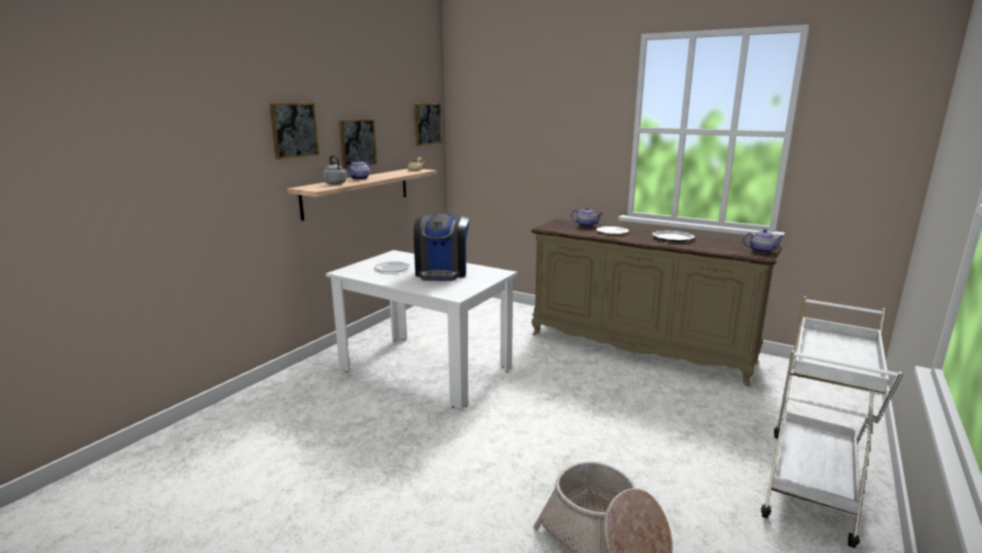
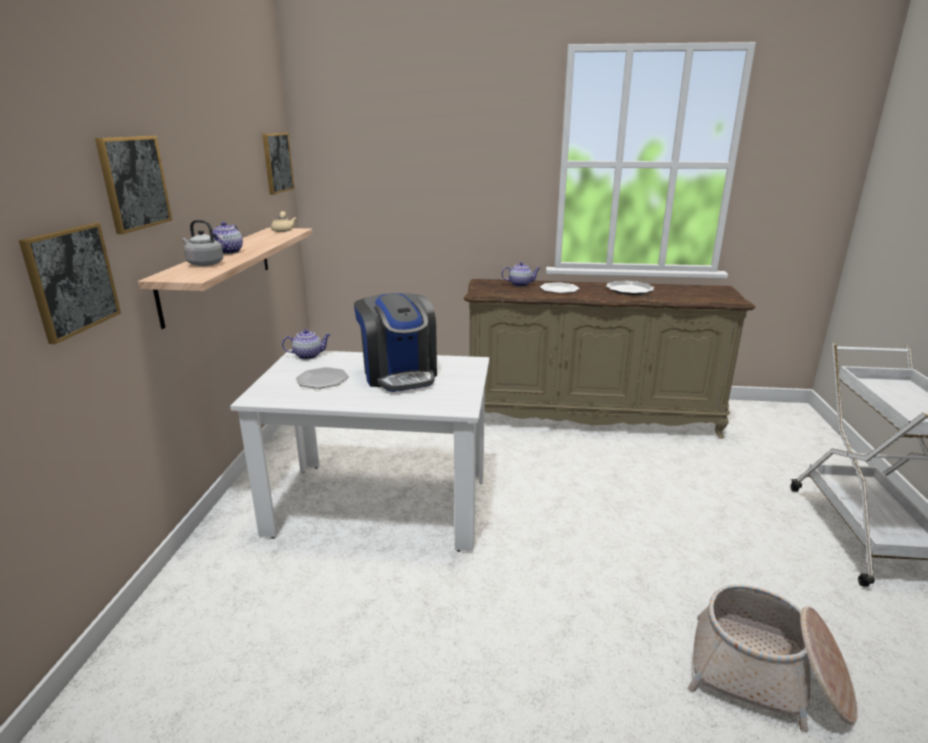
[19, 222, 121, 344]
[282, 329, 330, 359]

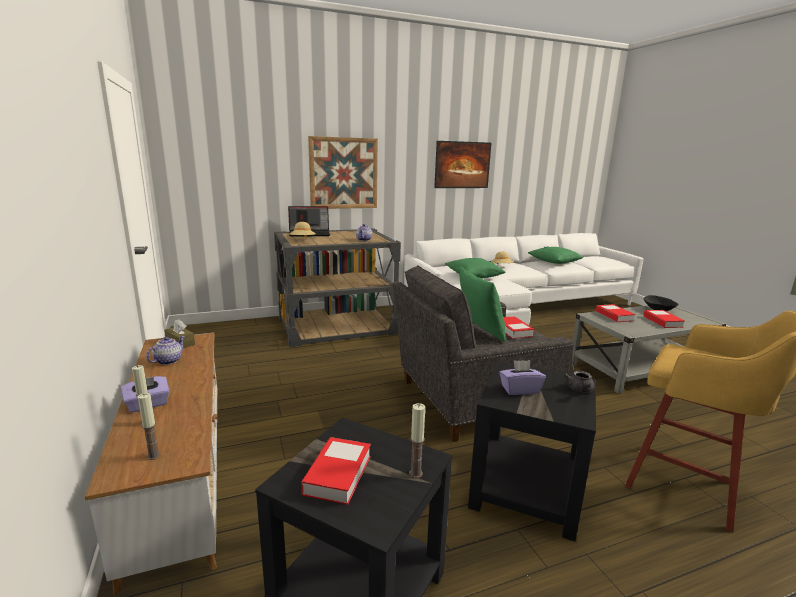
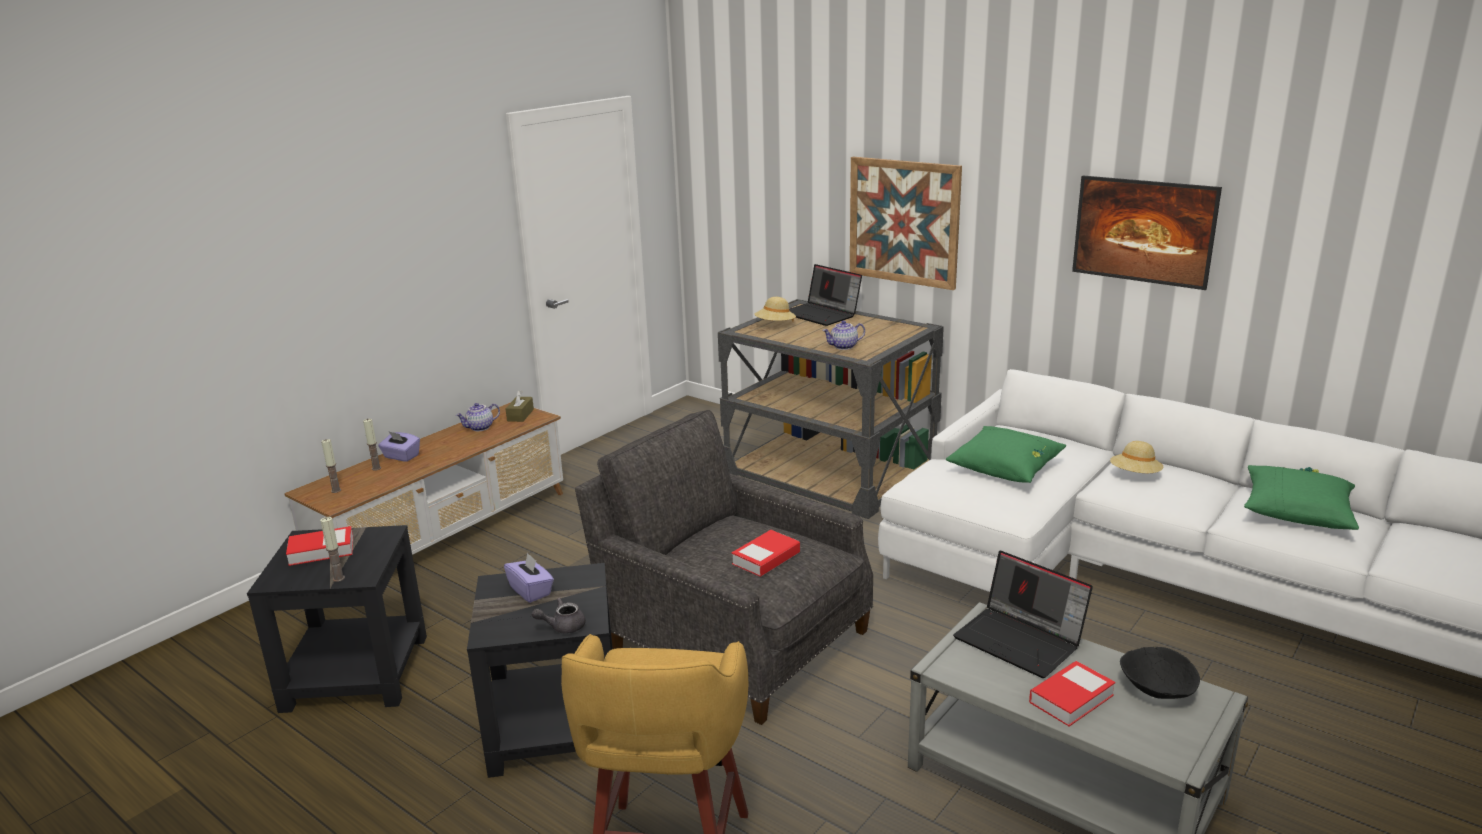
[460, 267, 506, 342] (first image)
[953, 551, 1093, 678]
[456, 403, 500, 431]

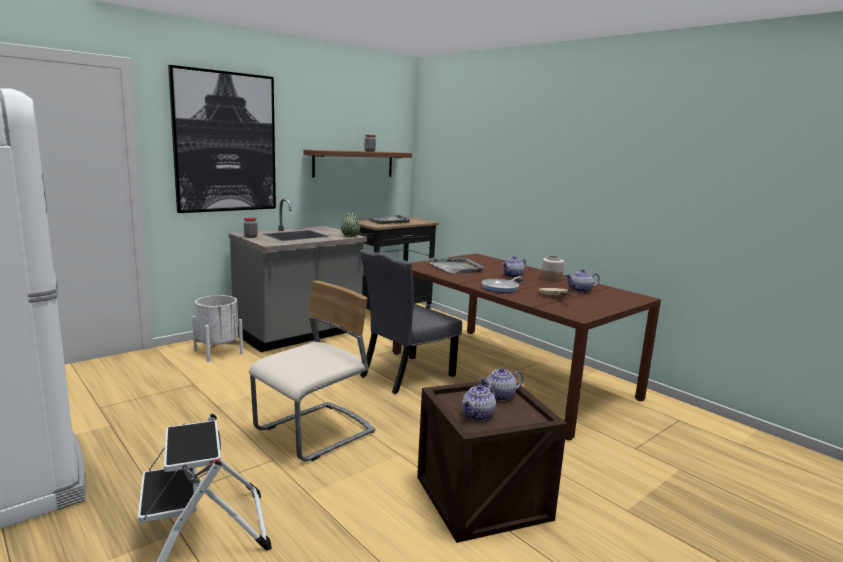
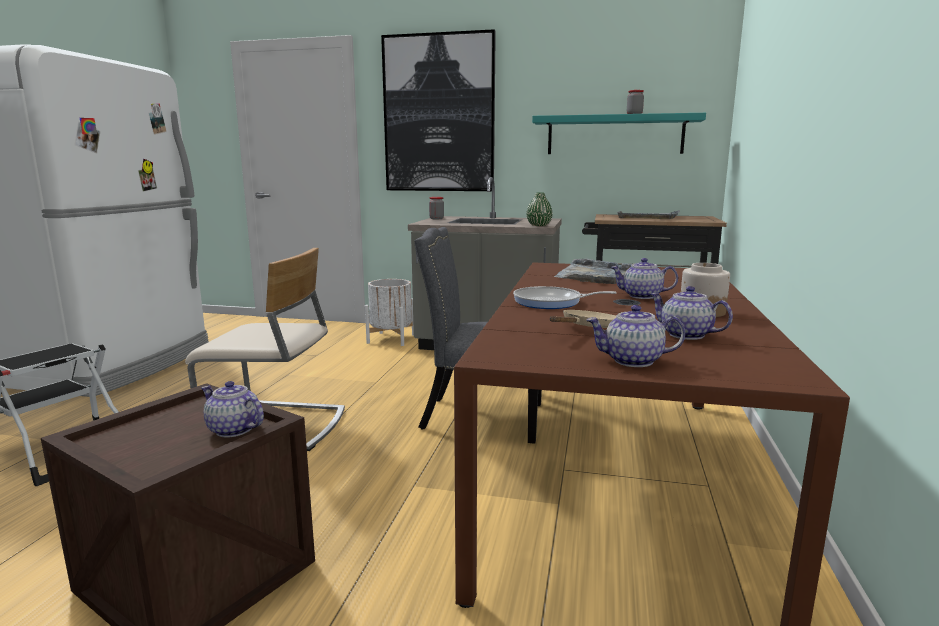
[586, 305, 685, 367]
[532, 113, 706, 154]

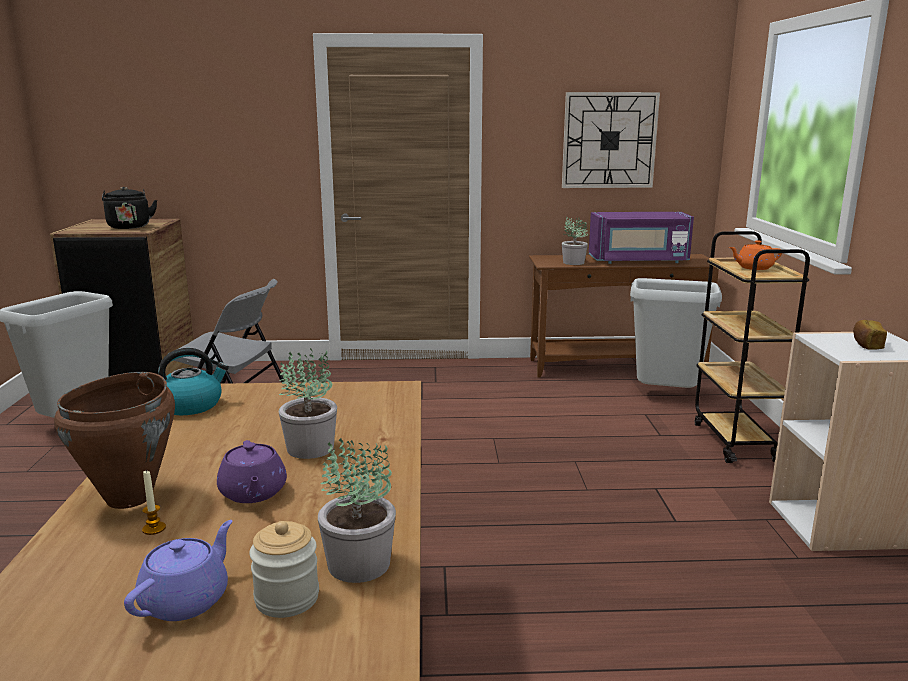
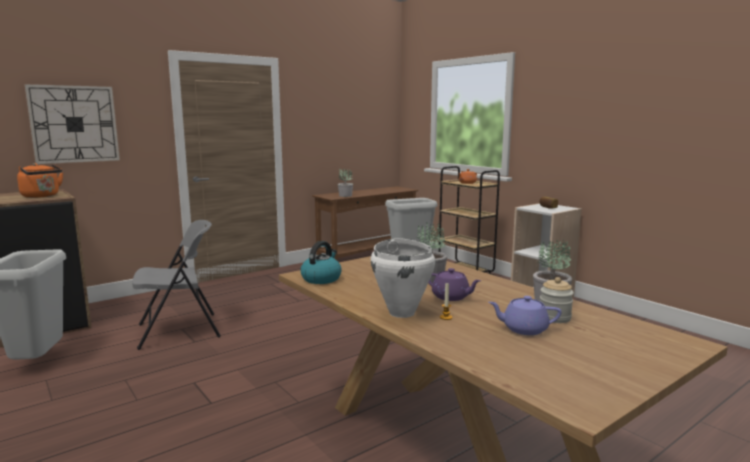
[589, 212, 694, 264] (first image)
[25, 84, 120, 164]
[371, 238, 435, 318]
[17, 163, 63, 198]
[489, 296, 561, 335]

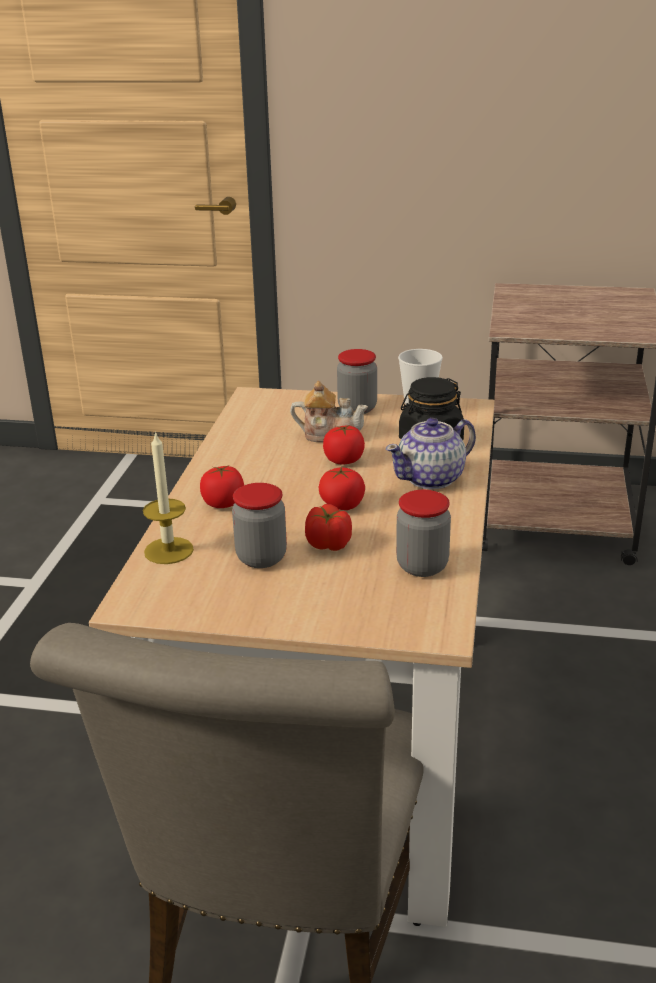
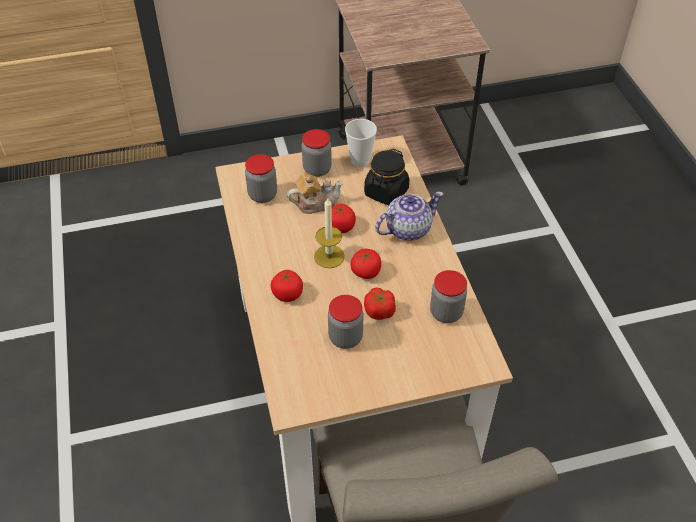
[245, 154, 277, 203]
[314, 198, 345, 268]
[375, 191, 444, 241]

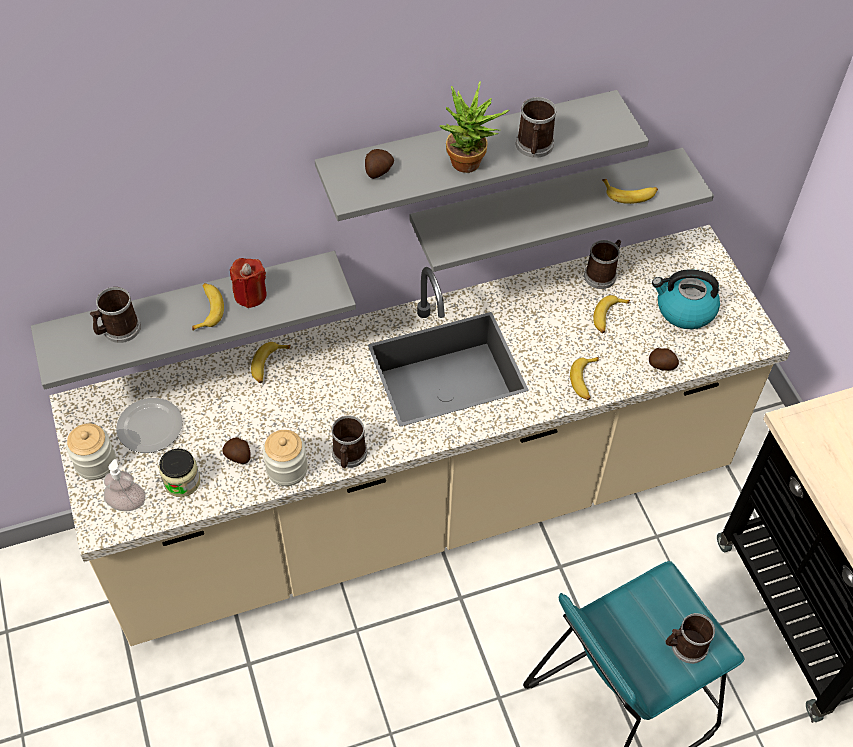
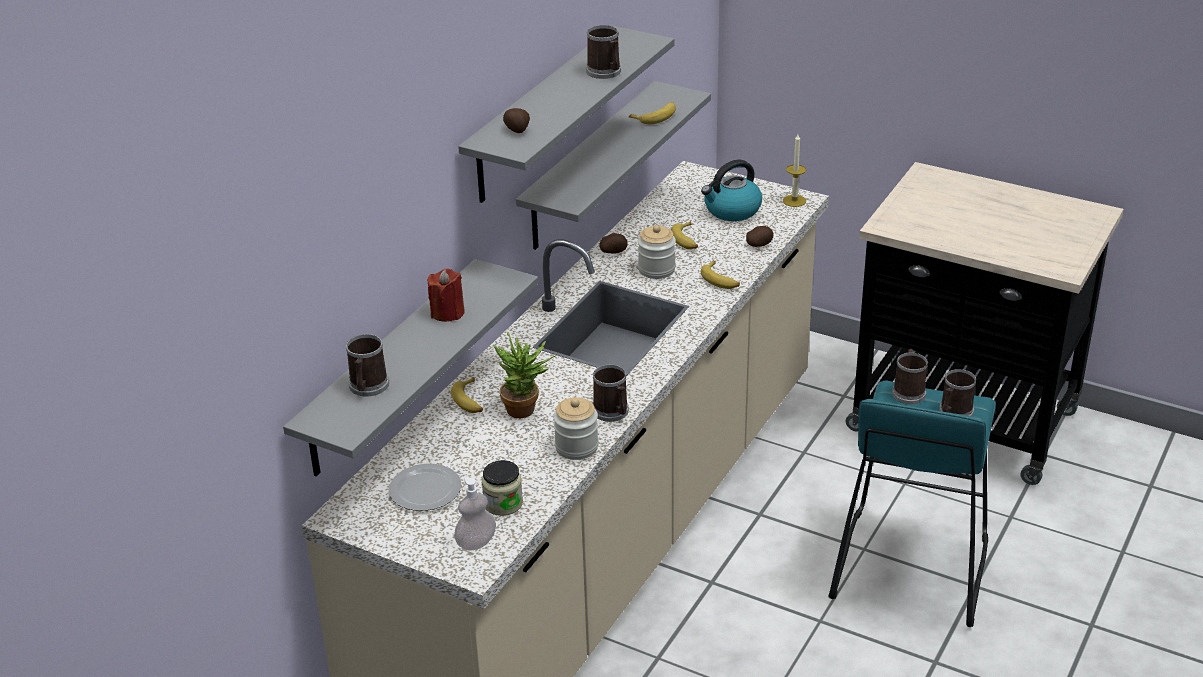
[192, 283, 224, 331] (first image)
[783, 134, 806, 207]
[638, 225, 676, 279]
[599, 233, 628, 254]
[493, 332, 557, 418]
[892, 349, 928, 404]

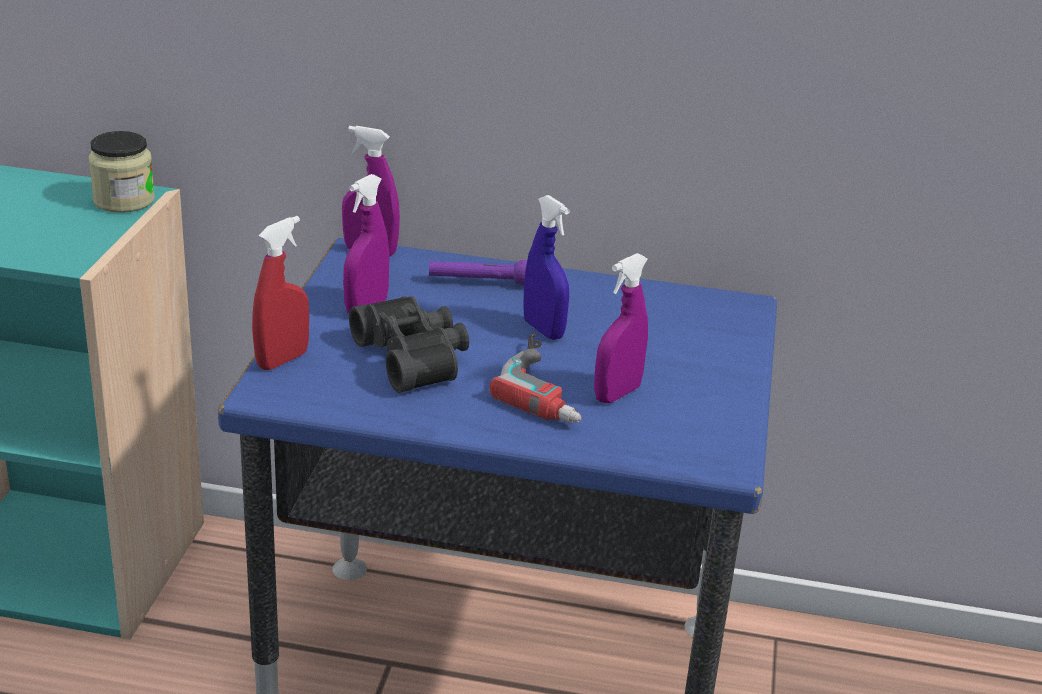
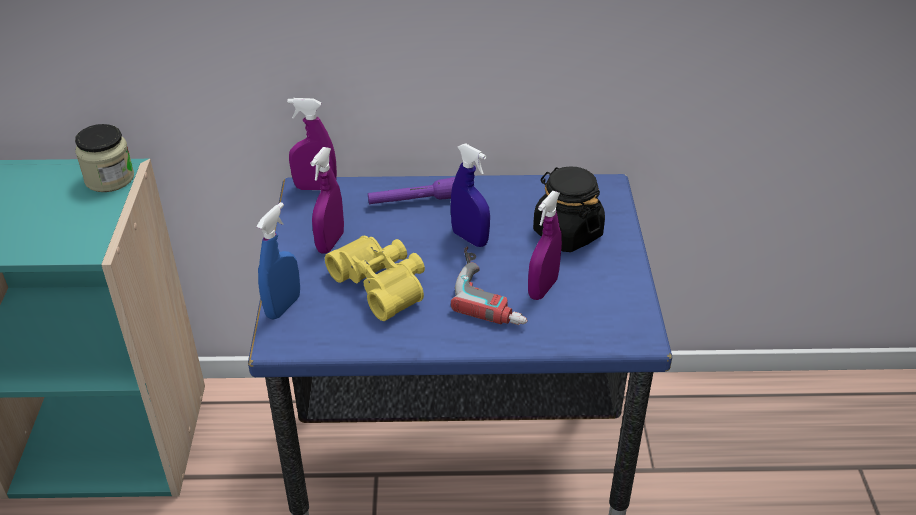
[533, 166, 605, 252]
[256, 202, 300, 320]
[325, 236, 425, 321]

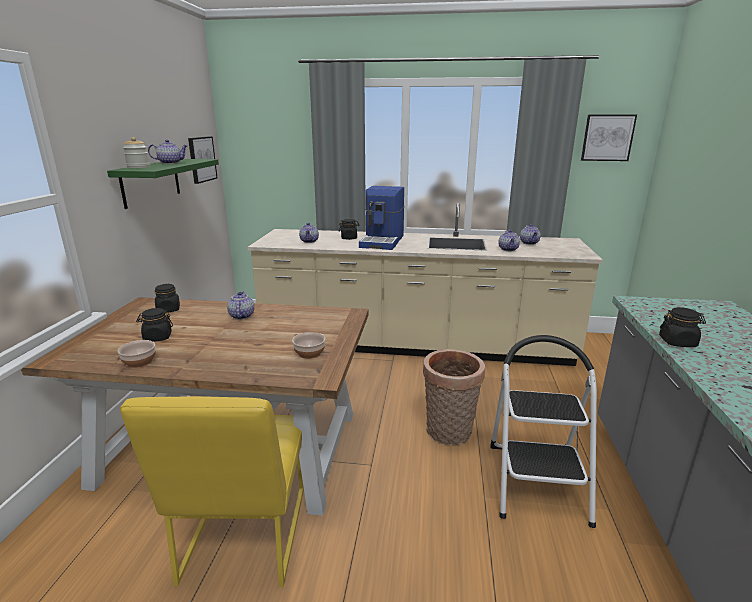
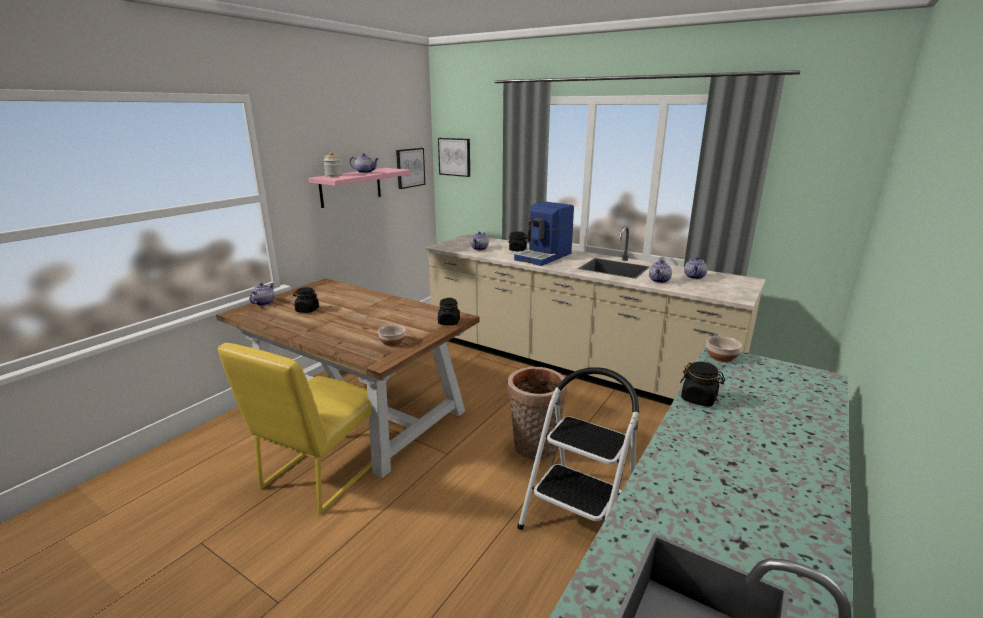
[706, 336, 742, 362]
[438, 298, 460, 325]
[249, 283, 275, 306]
[438, 138, 470, 177]
[308, 168, 411, 208]

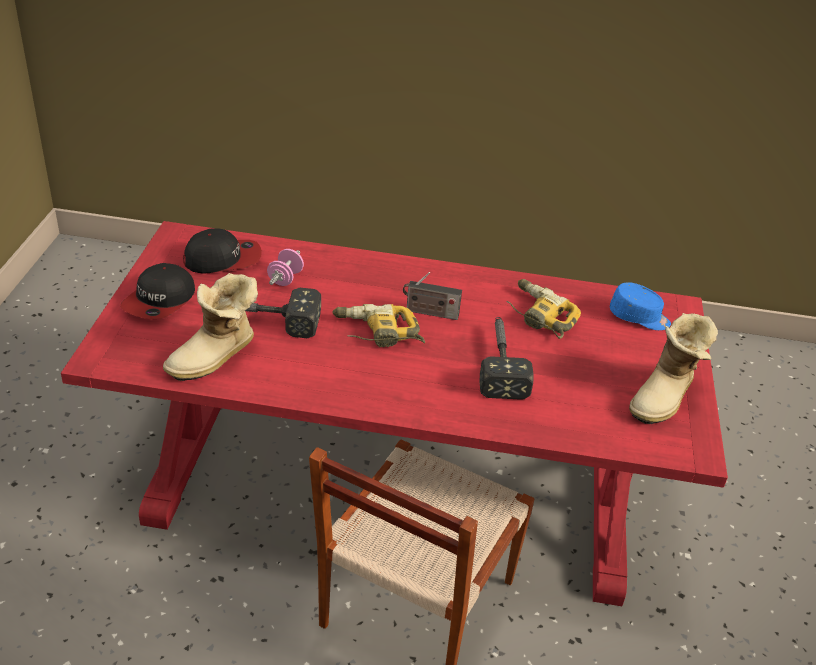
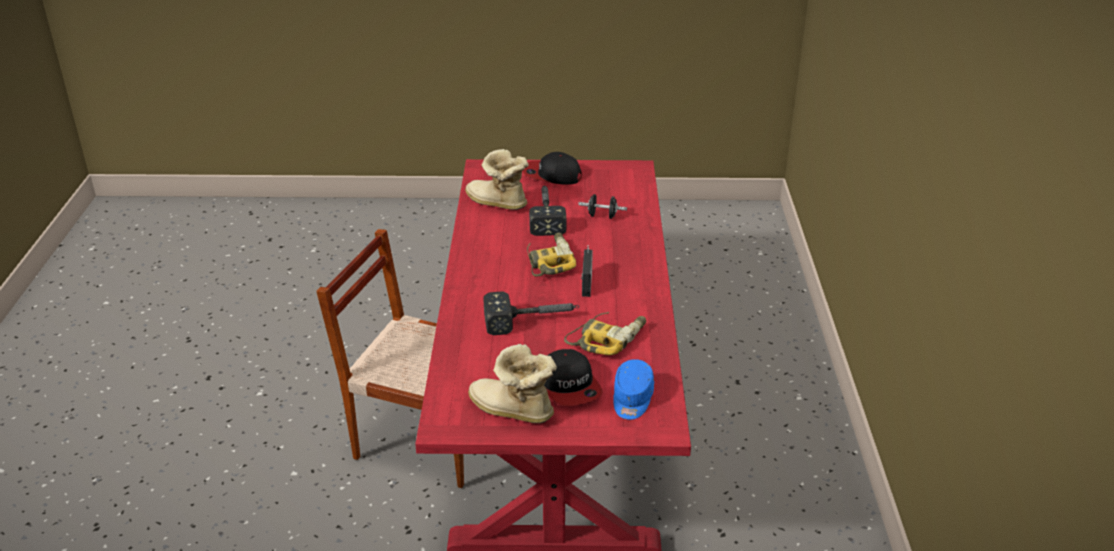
[544, 349, 603, 406]
[578, 194, 627, 219]

